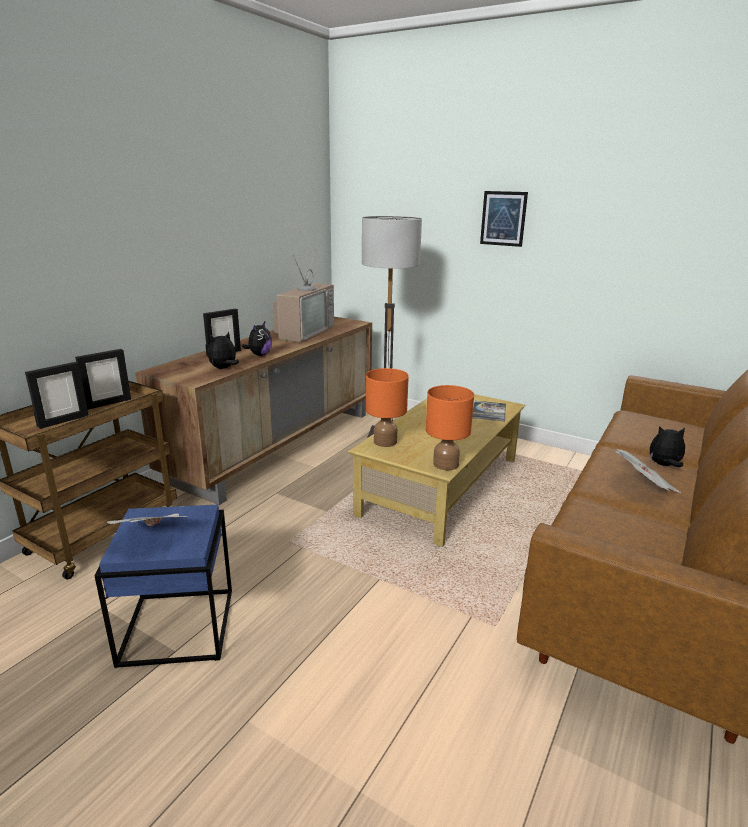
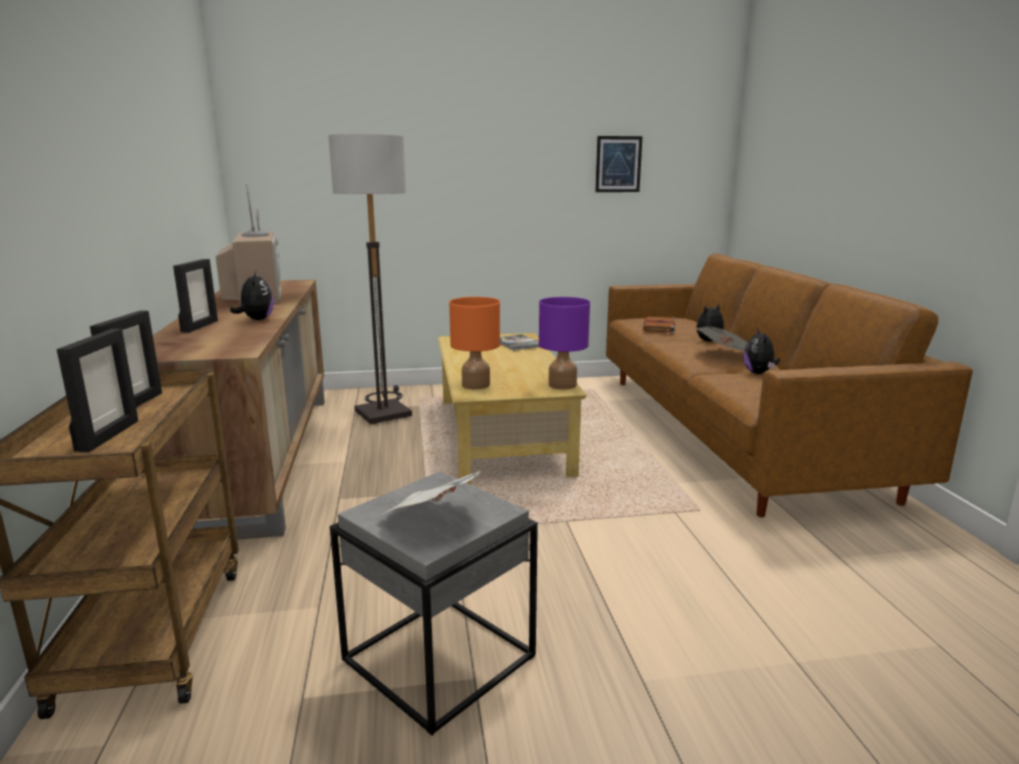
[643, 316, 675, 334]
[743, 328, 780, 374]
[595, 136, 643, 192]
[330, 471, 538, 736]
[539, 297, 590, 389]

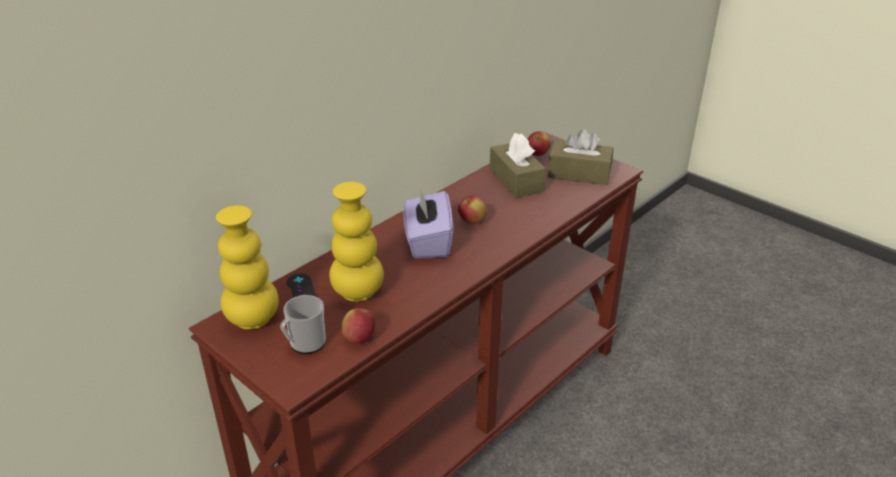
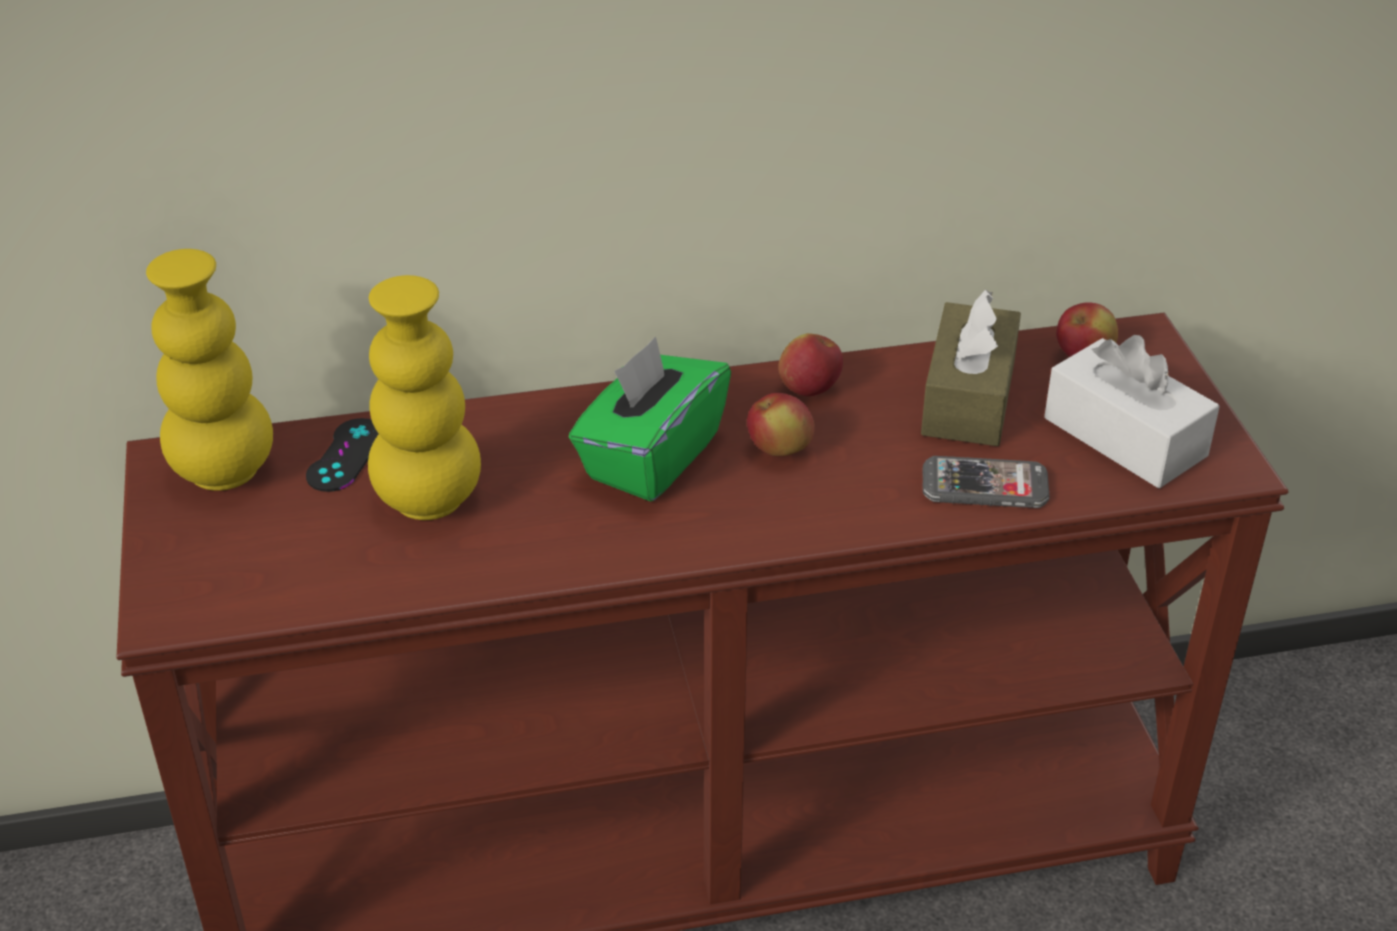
[280, 295, 326, 354] (first image)
[923, 456, 1050, 508]
[778, 333, 843, 396]
[569, 336, 731, 502]
[1044, 335, 1220, 488]

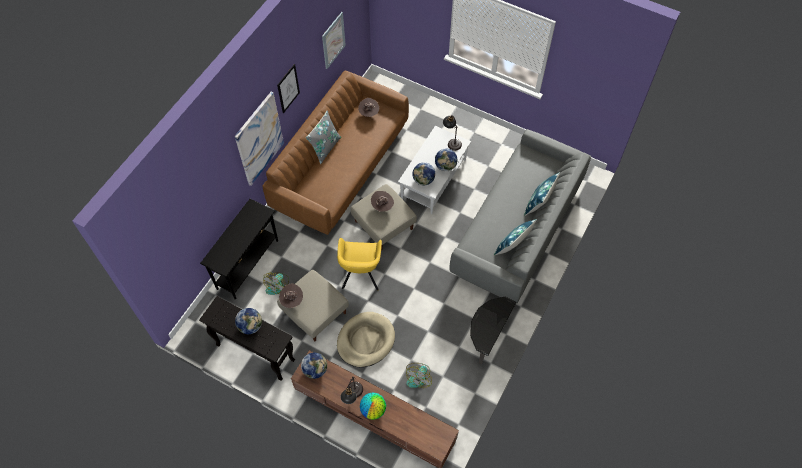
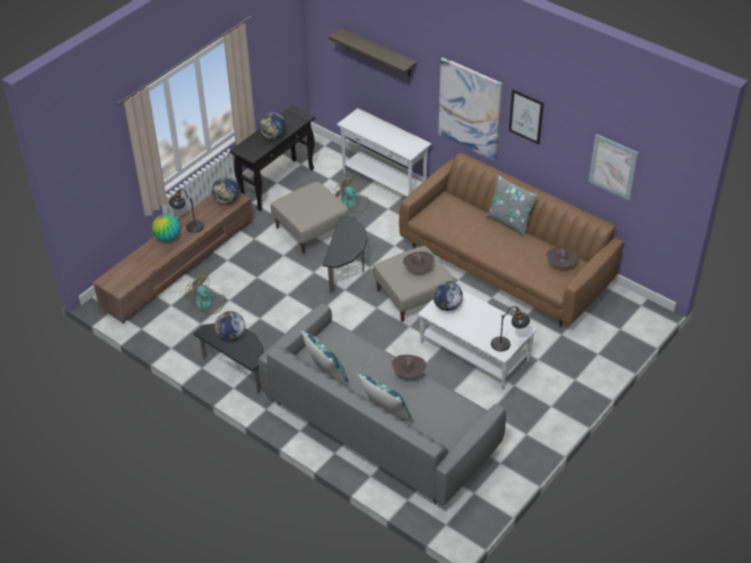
[337, 312, 395, 367] (first image)
[329, 28, 417, 77]
[392, 355, 427, 378]
[215, 311, 246, 342]
[323, 215, 368, 293]
[337, 108, 432, 197]

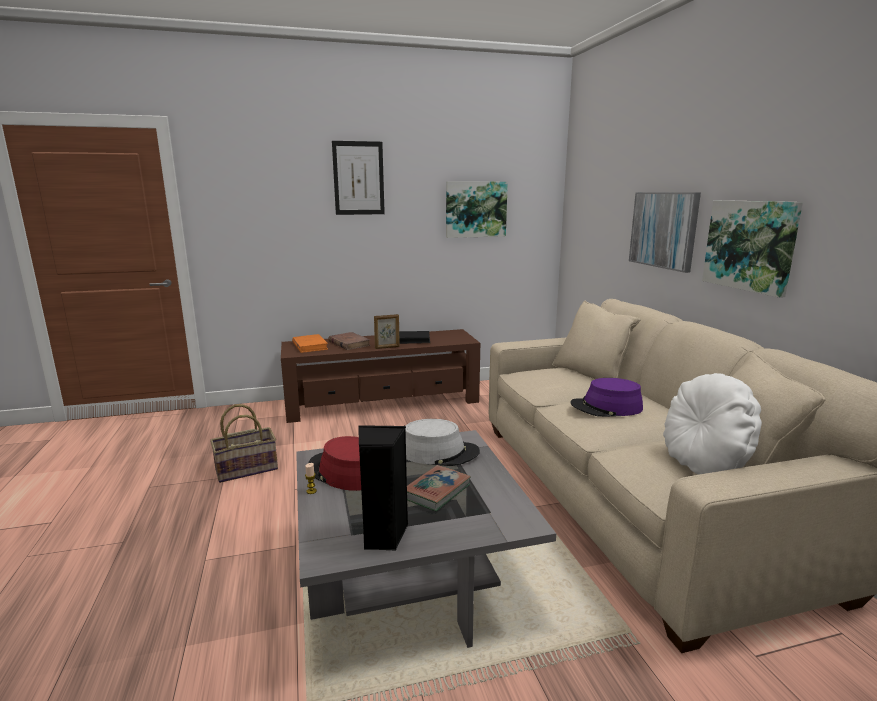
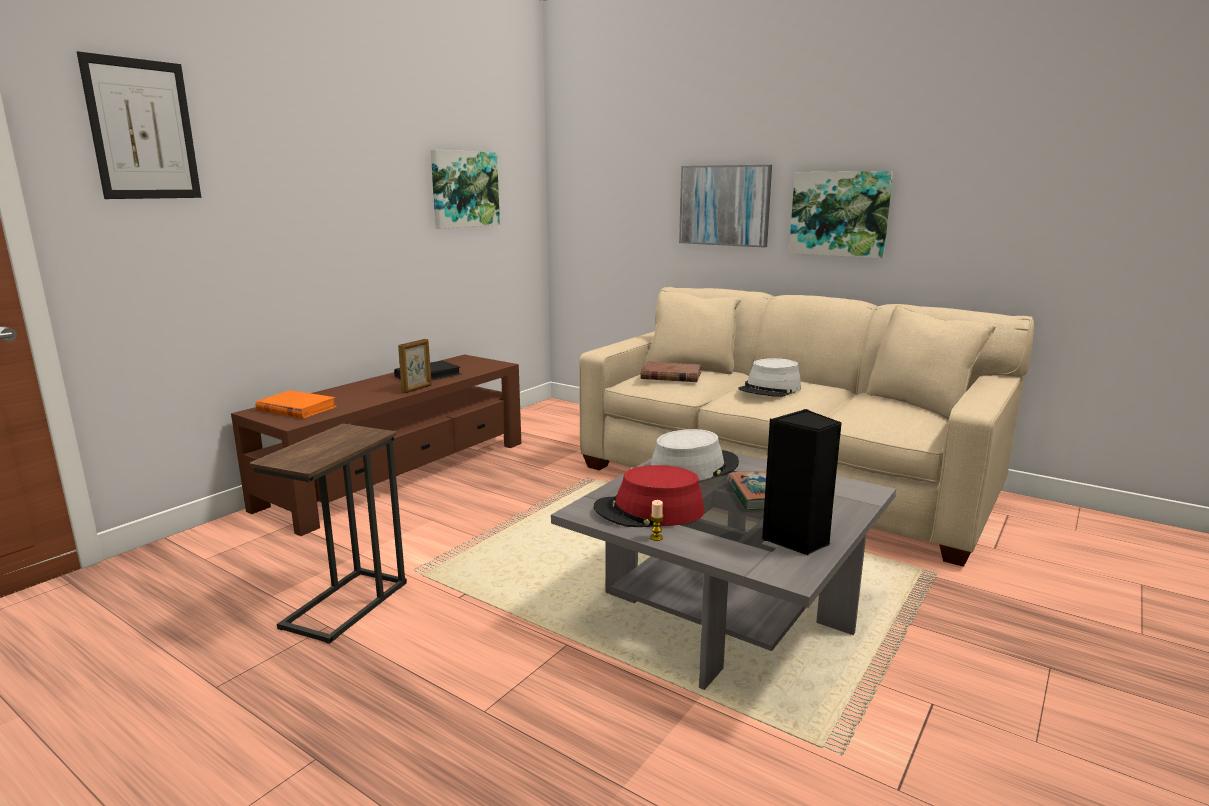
[663, 373, 762, 475] (first image)
[641, 361, 701, 382]
[77, 51, 201, 199]
[250, 424, 407, 644]
[738, 358, 801, 397]

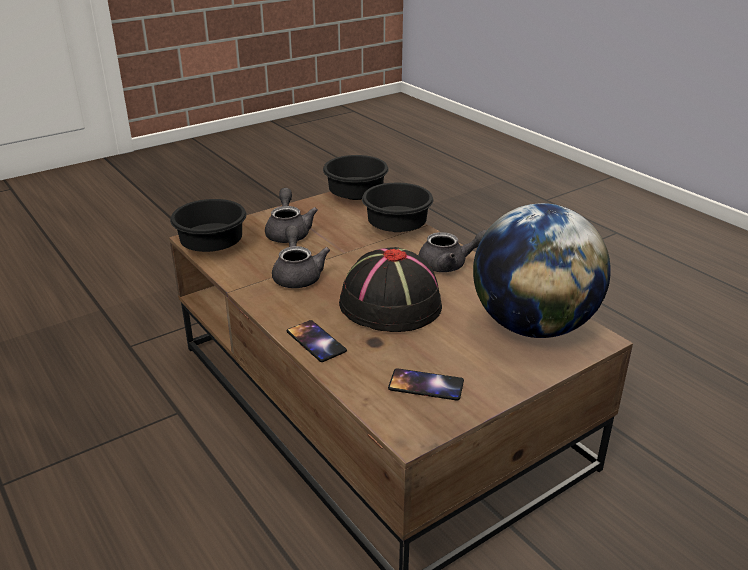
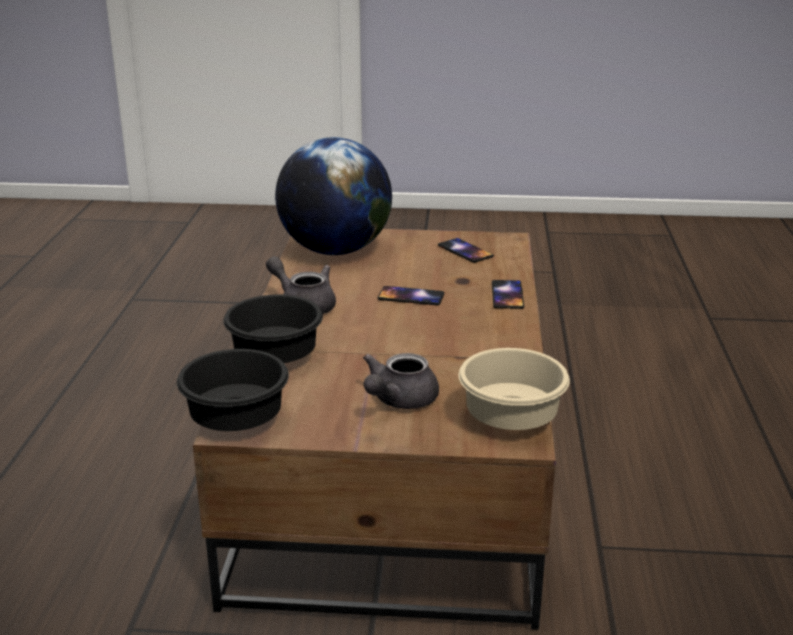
[272, 225, 330, 288] (first image)
[378, 286, 445, 305]
[458, 348, 570, 430]

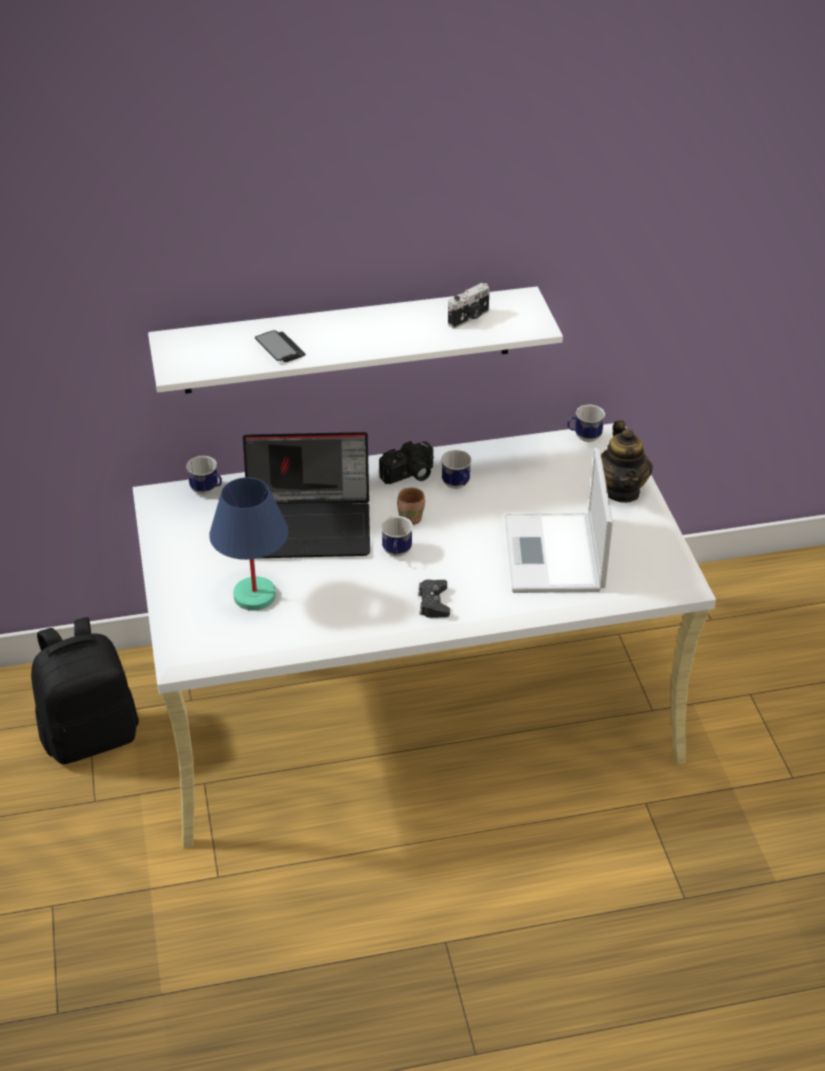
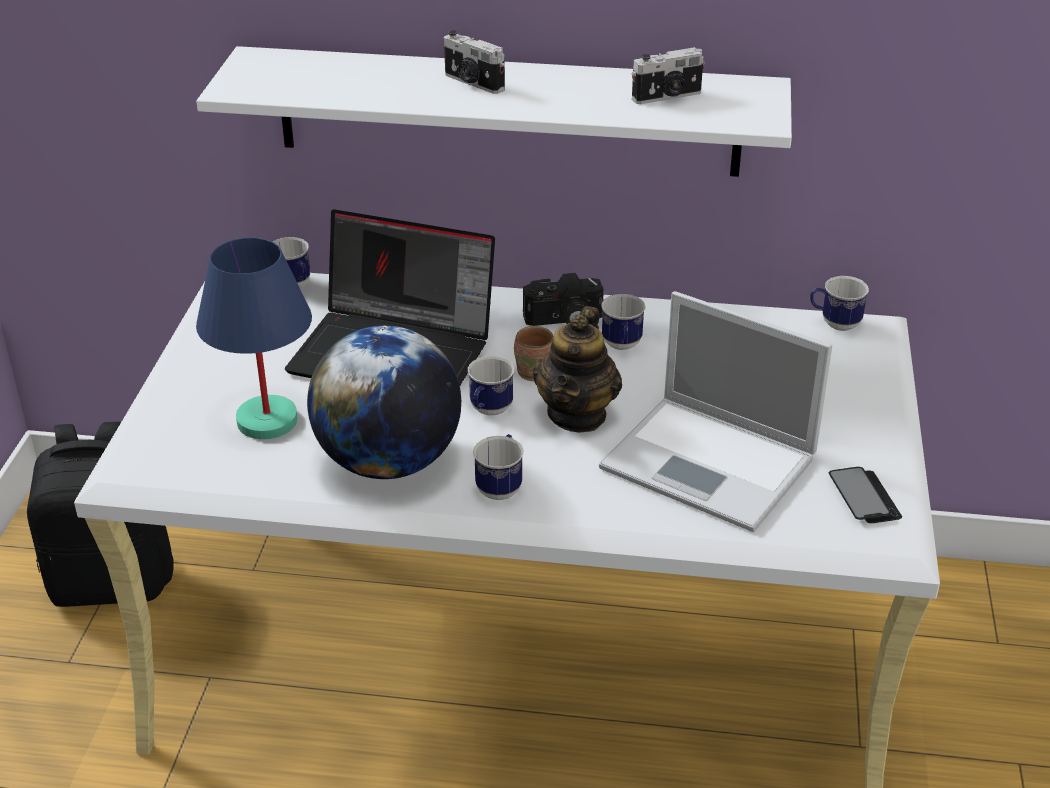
[307, 325, 461, 479]
[444, 30, 505, 94]
[829, 467, 902, 523]
[533, 306, 622, 432]
[473, 434, 524, 500]
[599, 291, 832, 532]

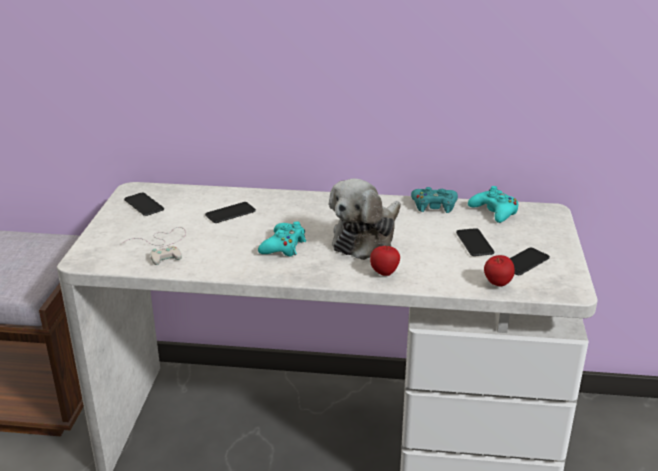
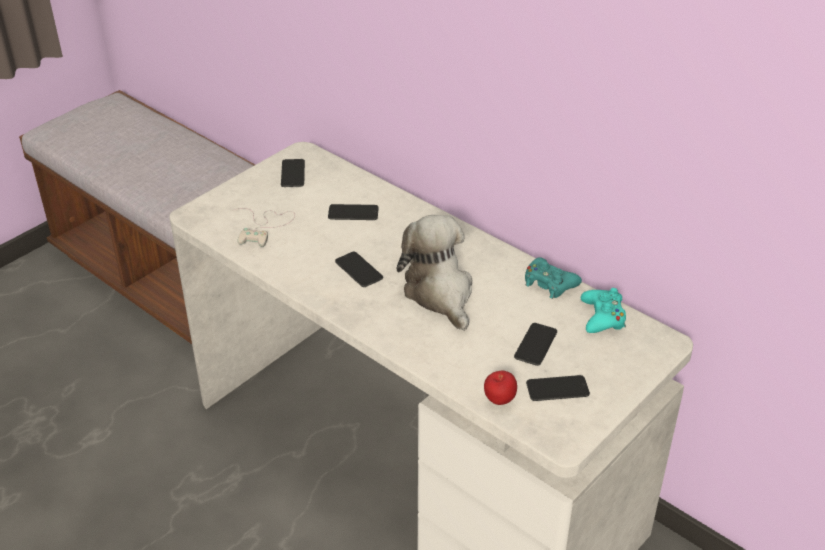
[370, 246, 400, 276] (first image)
[335, 252, 383, 287]
[397, 215, 472, 331]

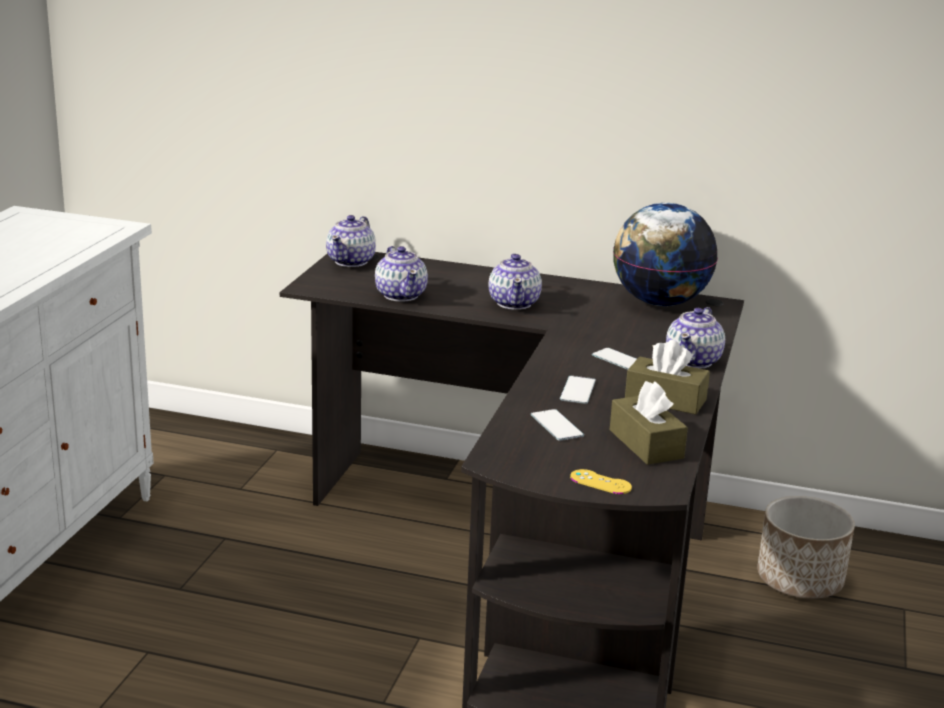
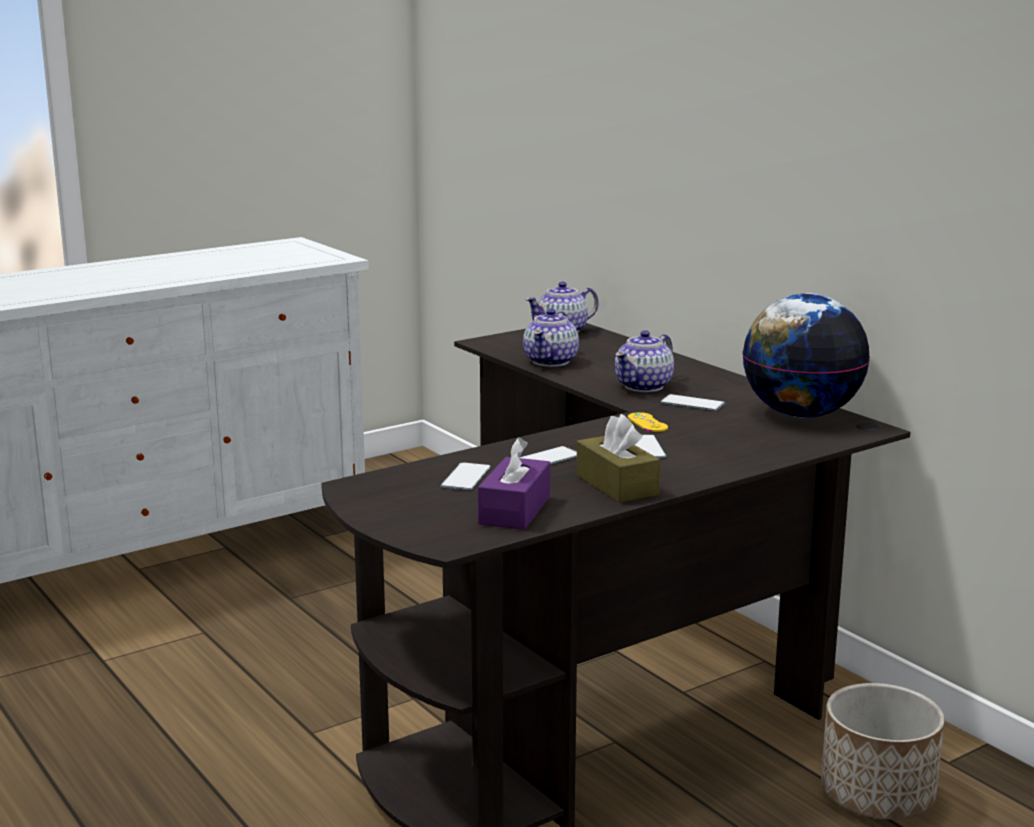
[666, 307, 725, 369] (first image)
[661, 394, 725, 411]
[628, 412, 668, 432]
[478, 437, 550, 530]

